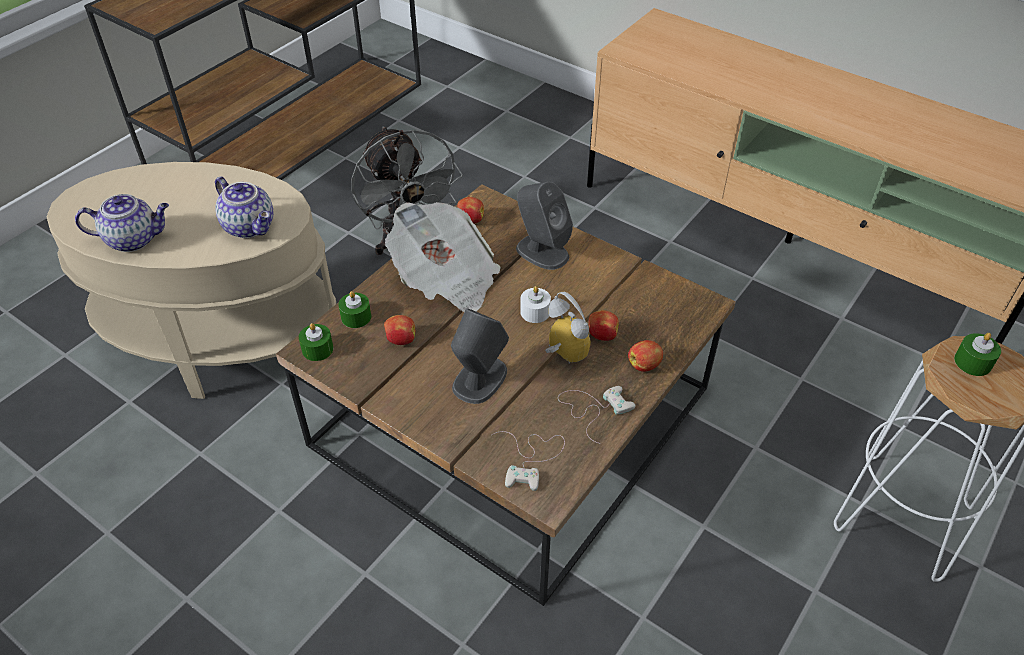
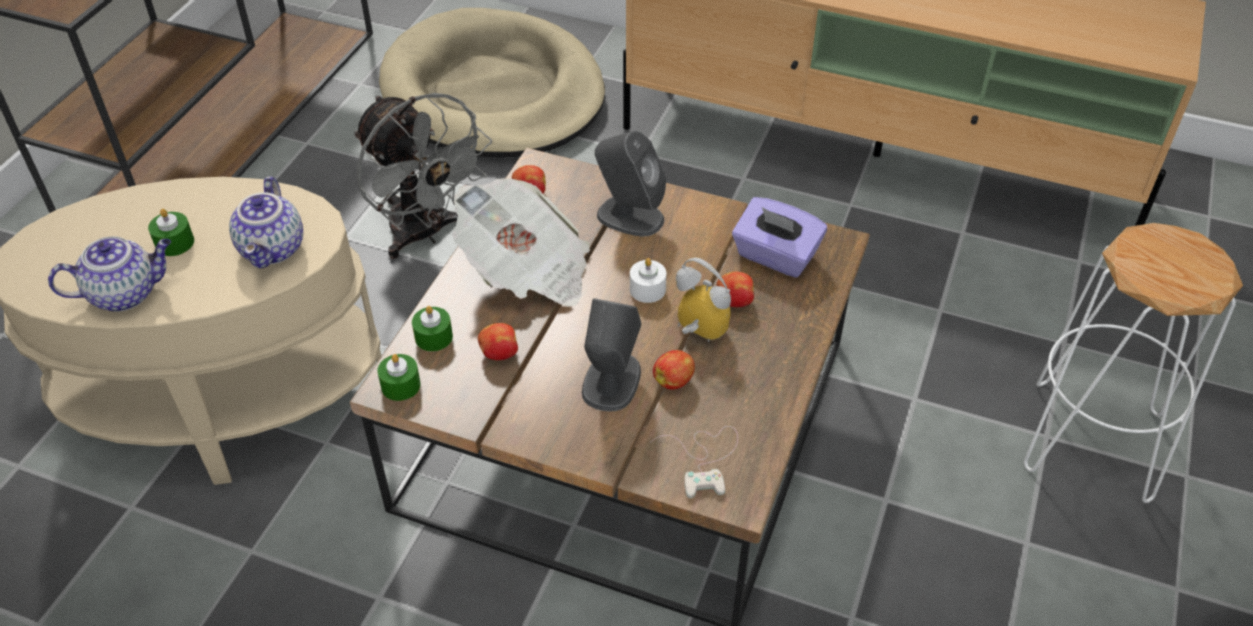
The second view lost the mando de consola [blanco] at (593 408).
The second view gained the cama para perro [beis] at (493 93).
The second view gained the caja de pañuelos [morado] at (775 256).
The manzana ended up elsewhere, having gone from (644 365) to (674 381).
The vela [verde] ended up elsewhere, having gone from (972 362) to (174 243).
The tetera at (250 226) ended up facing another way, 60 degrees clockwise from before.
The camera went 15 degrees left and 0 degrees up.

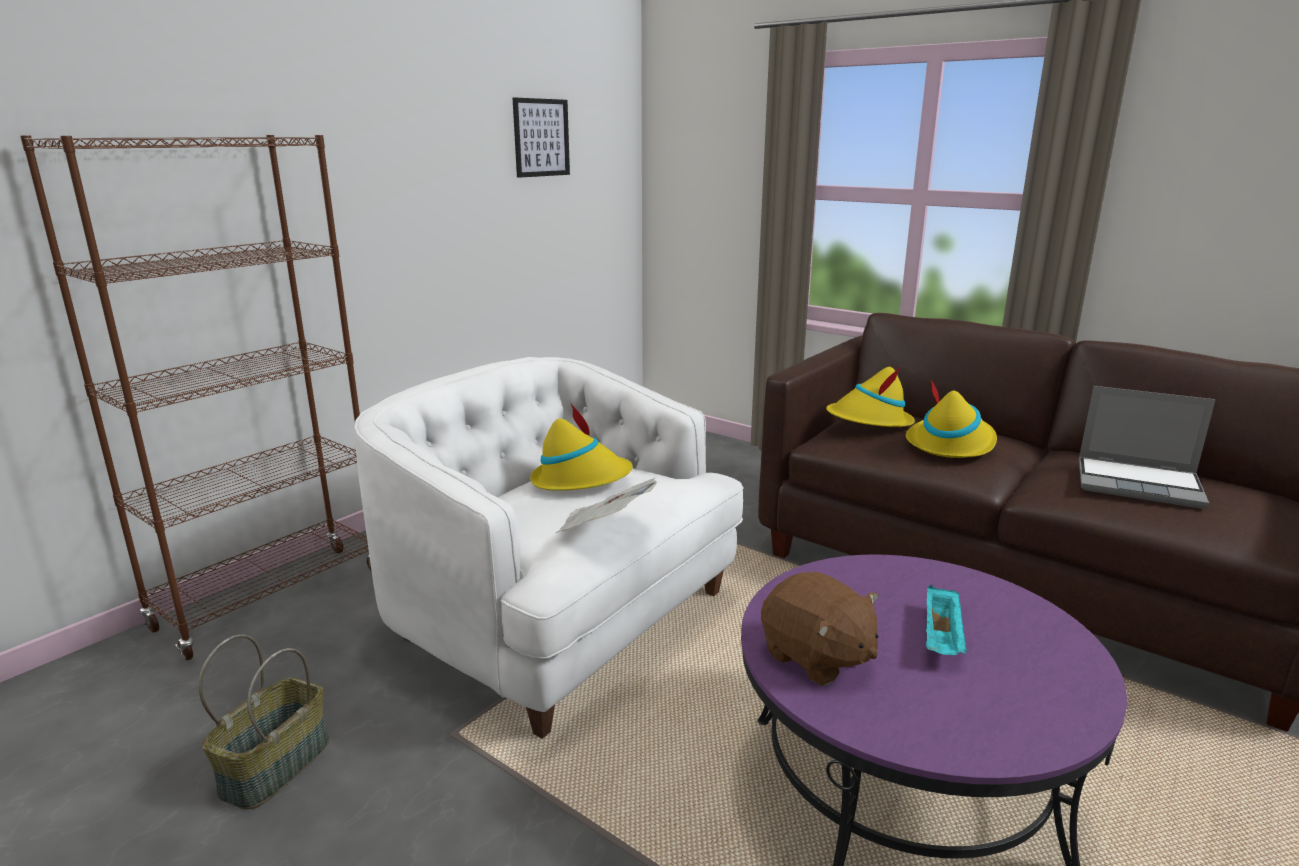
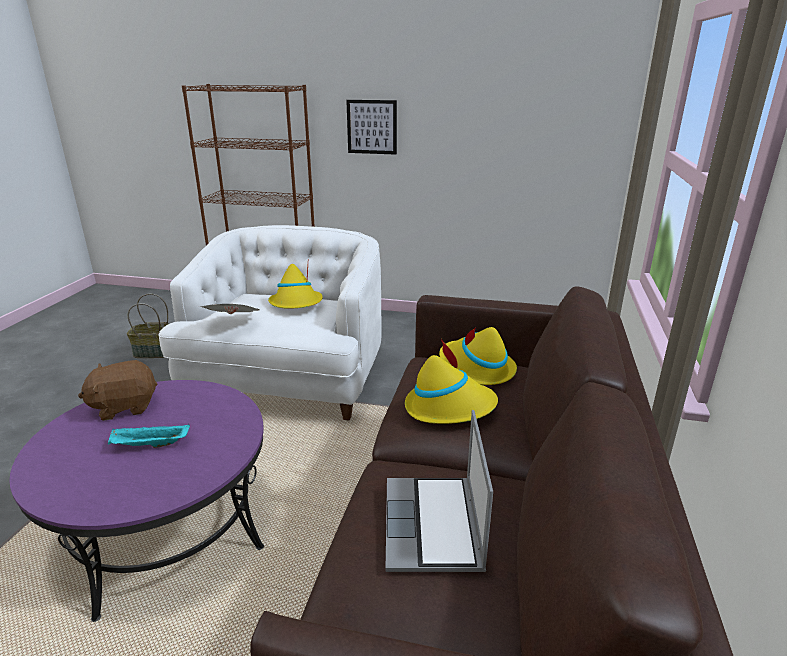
The cuadro ended up elsewhere, having gone from (541 138) to (372 127).
The peluche [marrón] at (816 657) ended up facing another way, 45 degrees clockwise from before.
The camera went 65 degrees right and 5 degrees up.

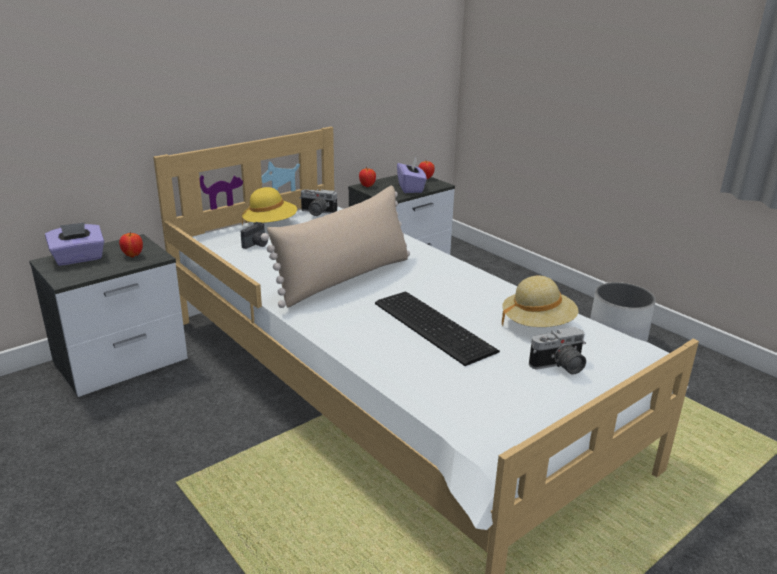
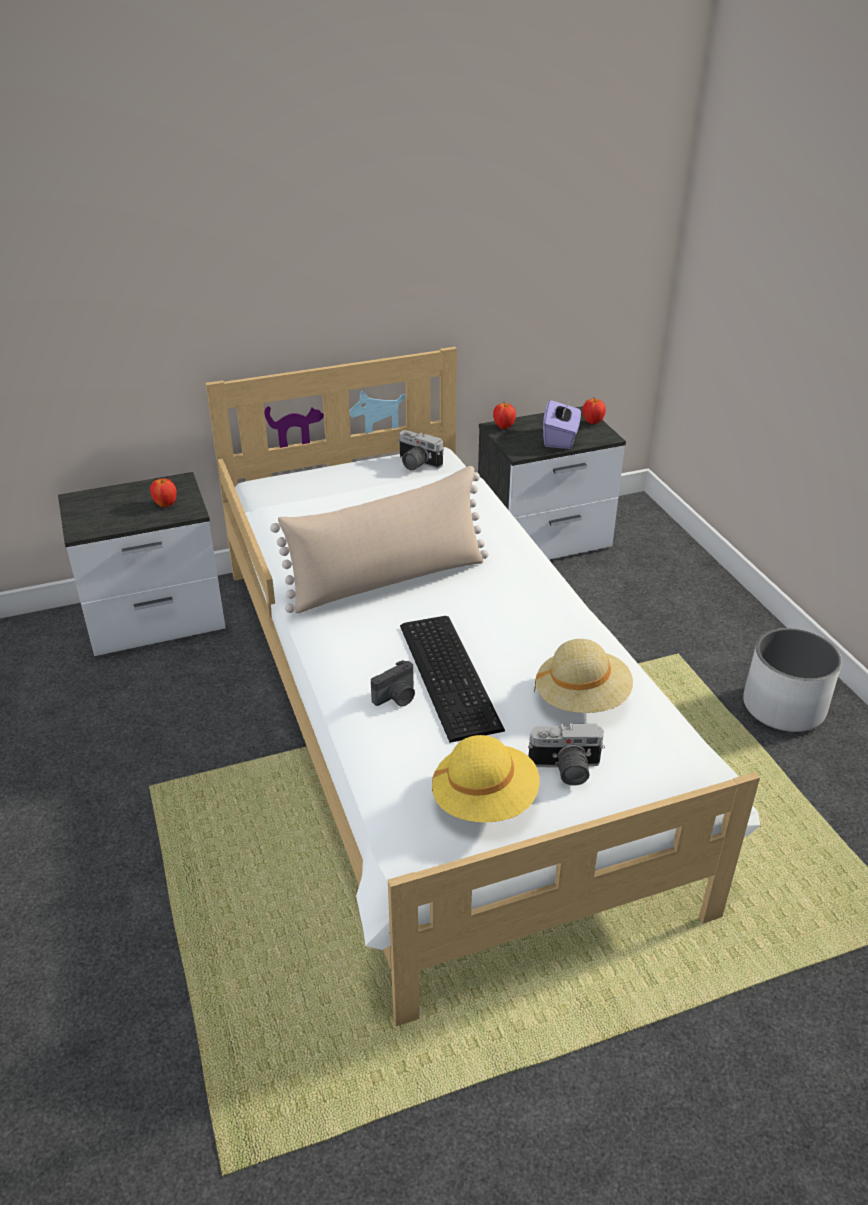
The second view lost the caja de pañuelos [morado] at (79 258).
The cámara ended up elsewhere, having gone from (256 244) to (397 698).
The sombrero [amarillo] ended up elsewhere, having gone from (270 225) to (485 800).
The camera went 20 degrees right and 10 degrees up.

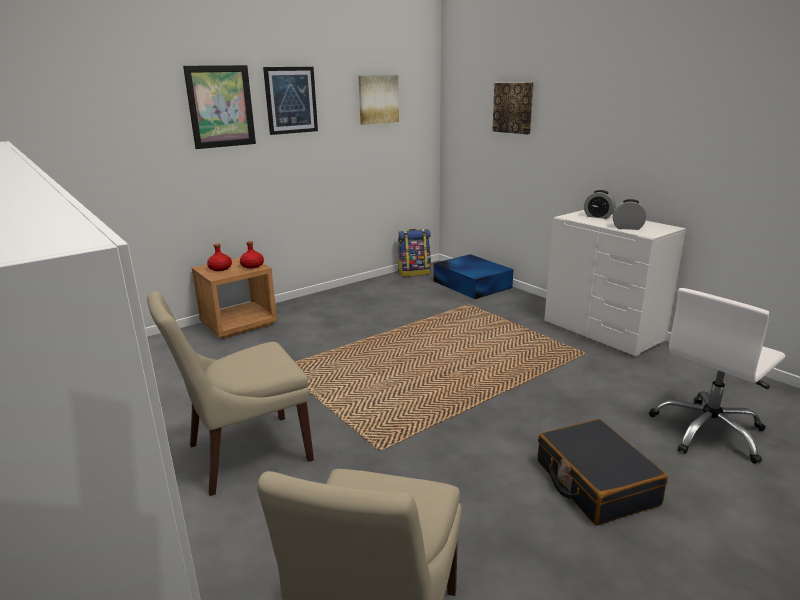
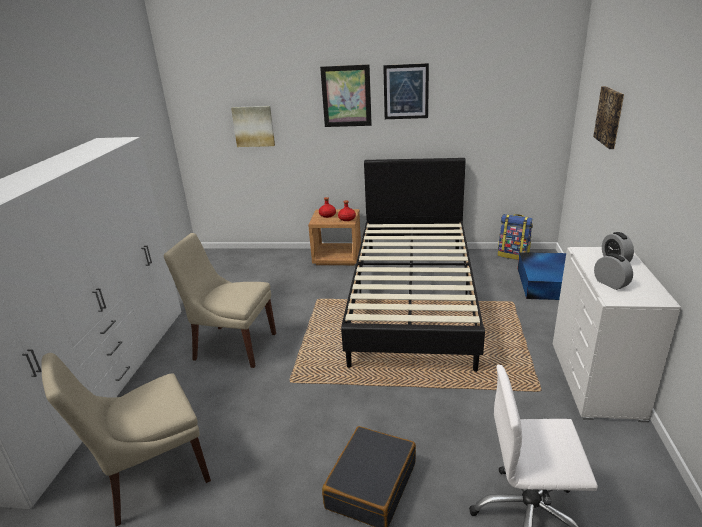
The second view gained the cama [negro] at (413 298).
The cuadro ended up elsewhere, having gone from (378 99) to (253 126).
The camera went 45 degrees right and 5 degrees up.

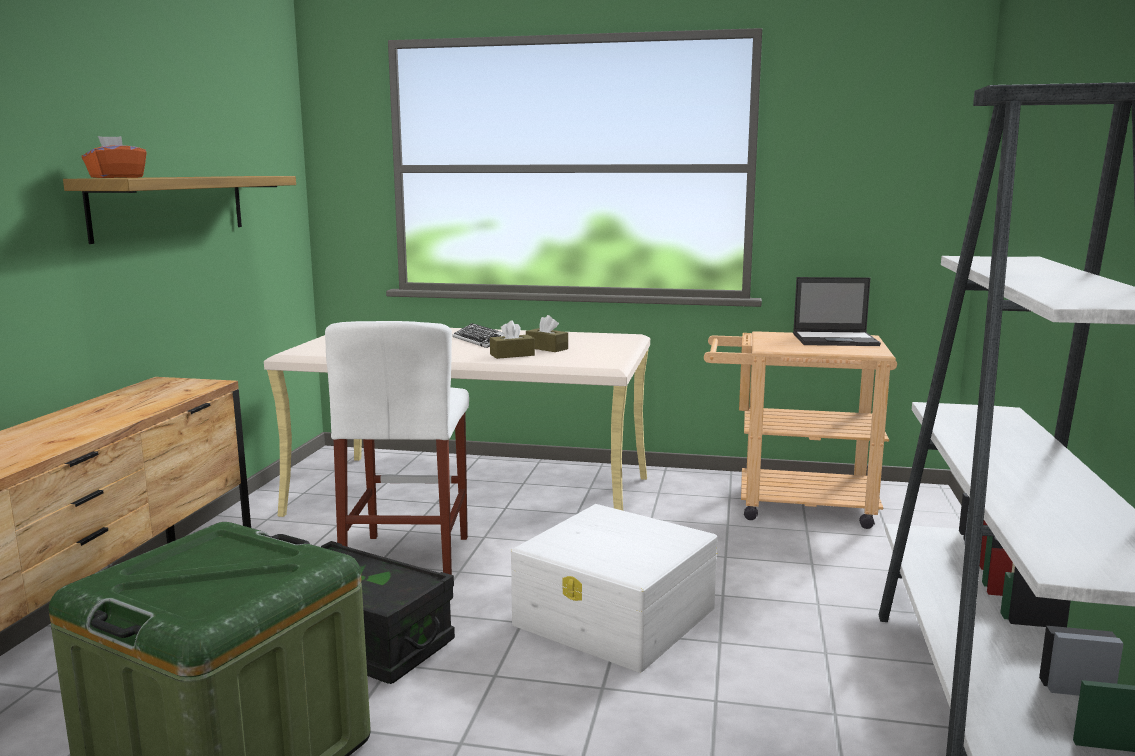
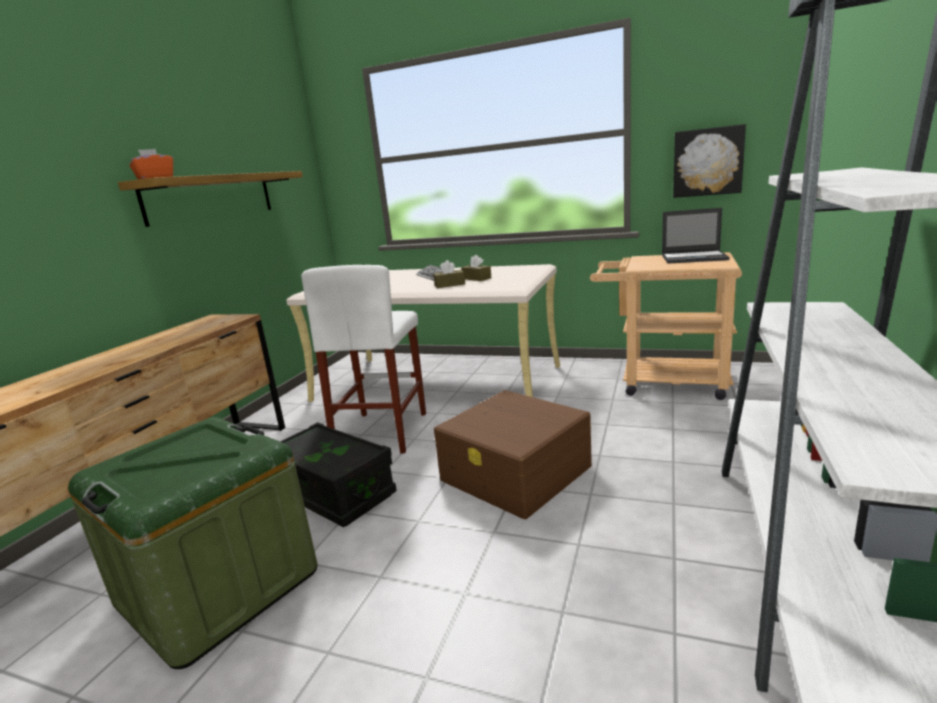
The second view gained the cuadro at (707 162).
What was the caja de almacenaje [blanco] at (616 616) turned into the caja de almacenaje [marrón] at (516 473).
The camera went 10 degrees right and 5 degrees up.

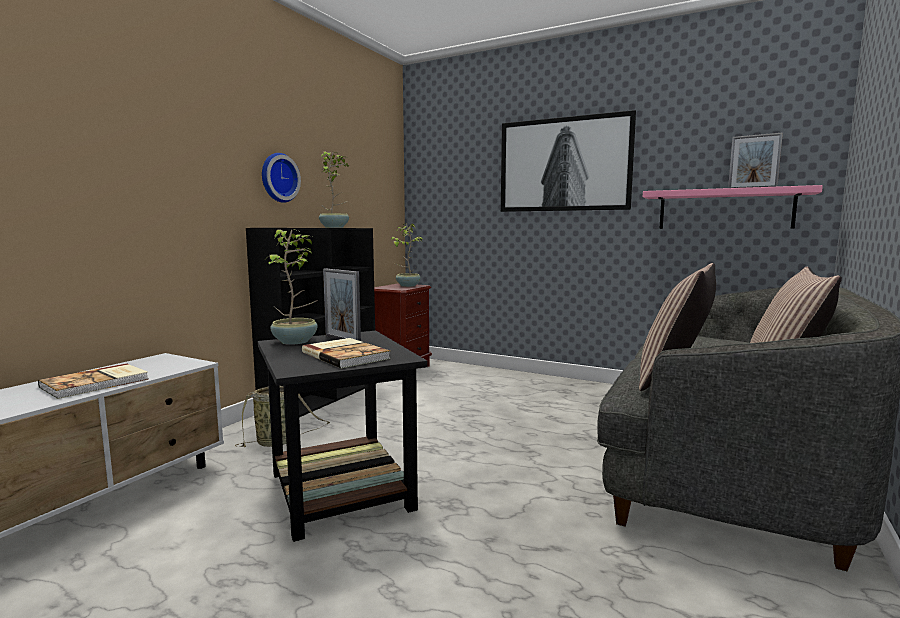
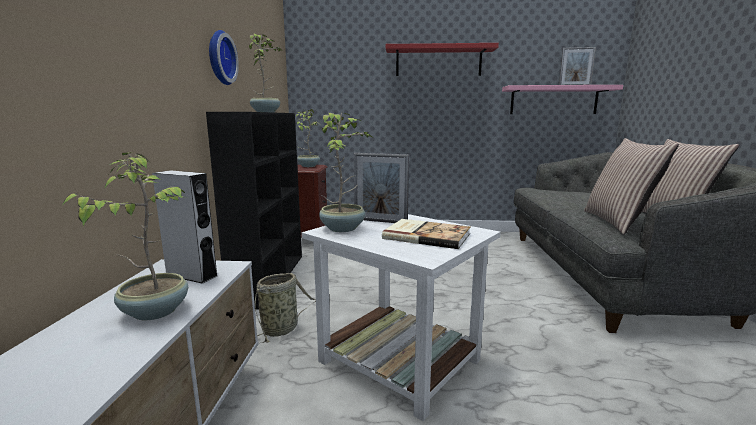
The second view gained the altavoz [gris] at (191 275).
Where the libro stood at (97 383), the planta en maceta came to stand at (154 311).
Where the cuadro hung at (564 165), the estante [rojo] came to hang at (438 61).
What was the mesa auxiliar [negro] at (341 491) turned into the mesa auxiliar [blanco] at (401 361).
The camera went 25 degrees left and 5 degrees up.

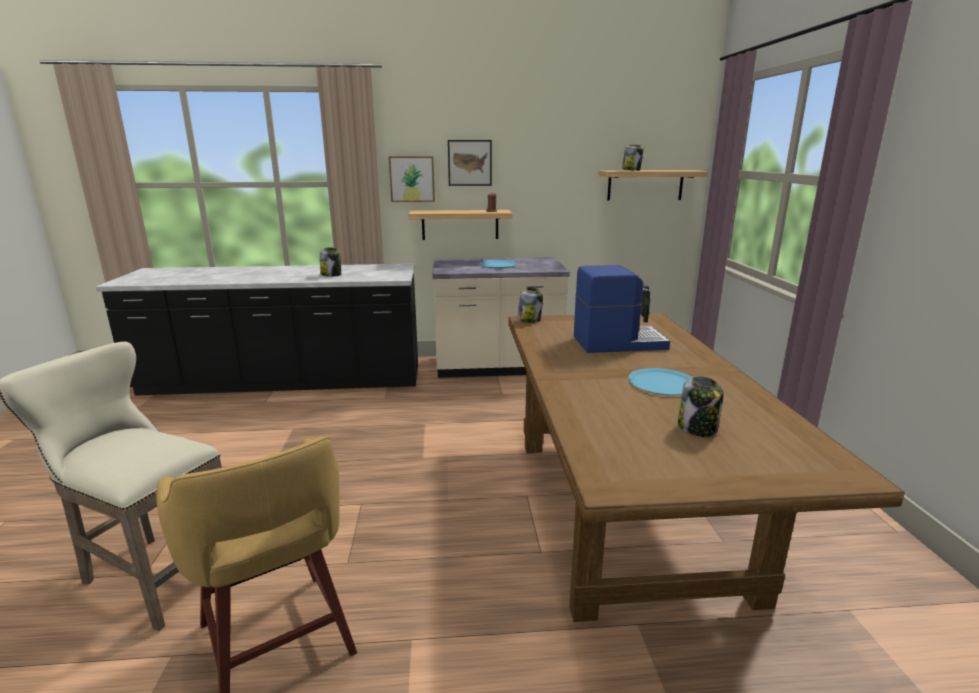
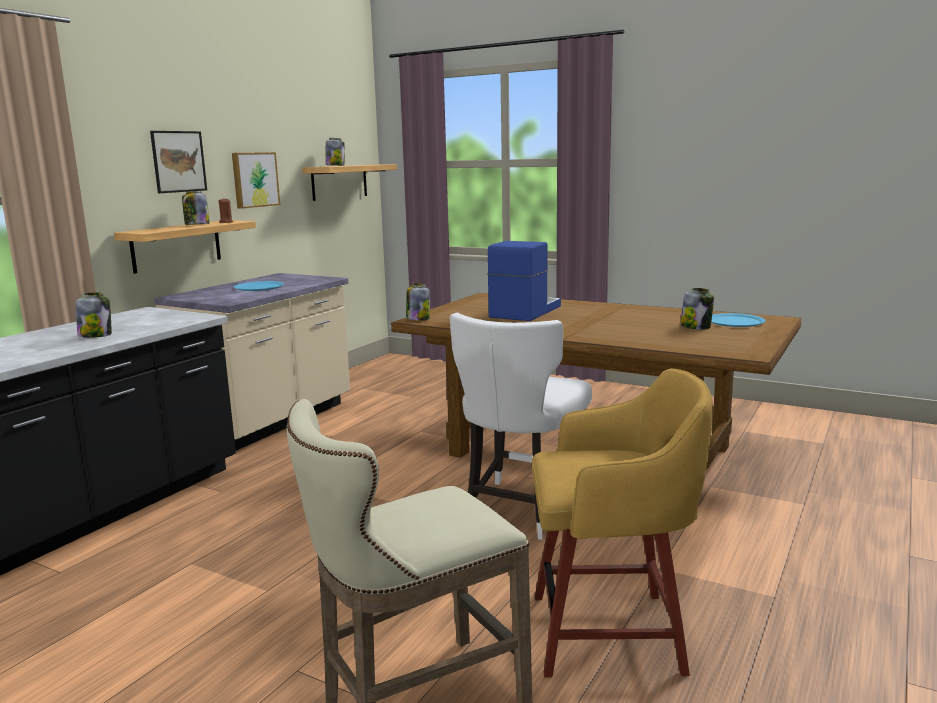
The second view gained the tarro at (196 225).
The second view gained the silla [blanco] at (520 511).
The cuadro ended up elsewhere, having gone from (412 179) to (254 179).
The plato [azul] ended up elsewhere, having gone from (662 383) to (734 321).
The camera went 55 degrees left and 5 degrees down.

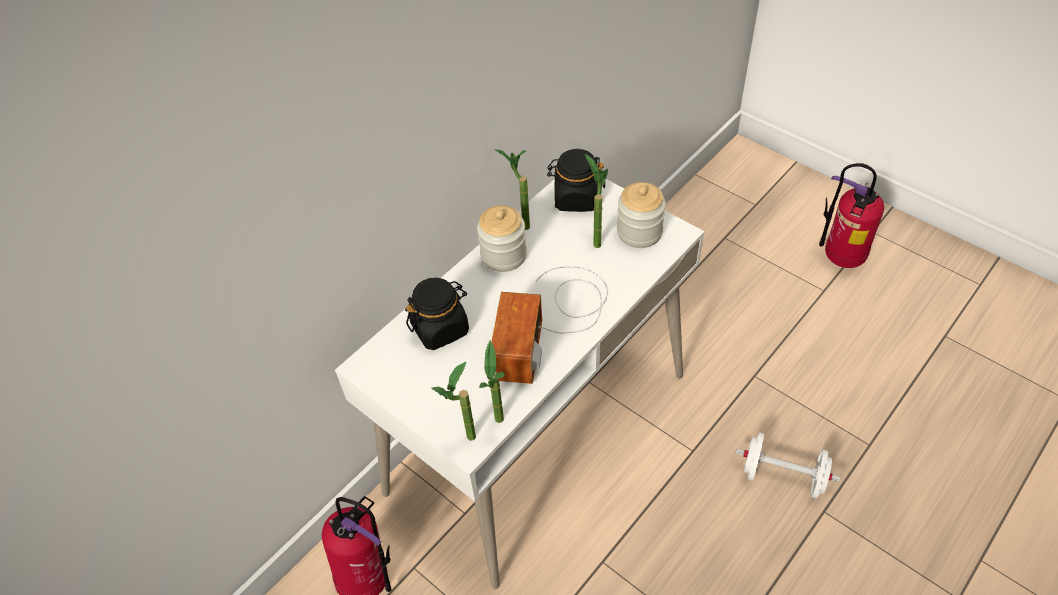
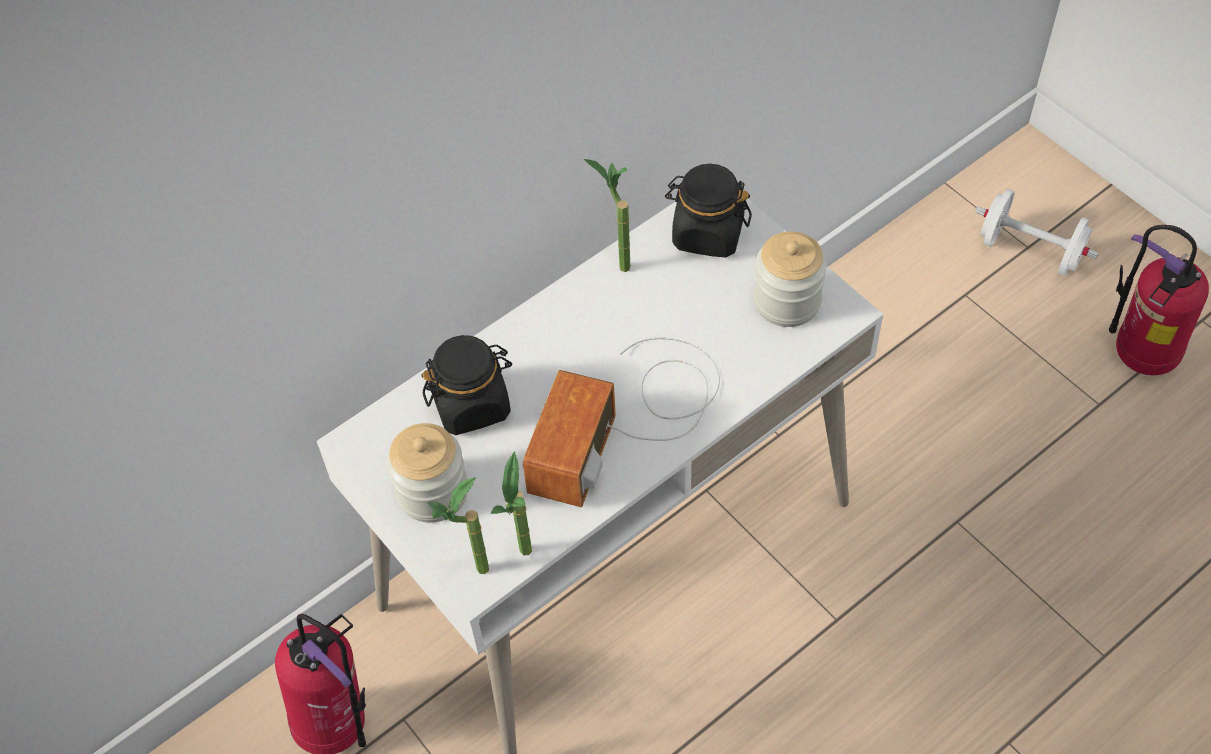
The second view lost the planta en maceta at (595 239).
The tarro ended up elsewhere, having gone from (503 255) to (432 492).
The mancuerna [blanco] ended up elsewhere, having gone from (783 476) to (1030 251).
The camera went 10 degrees right and 5 degrees up.

